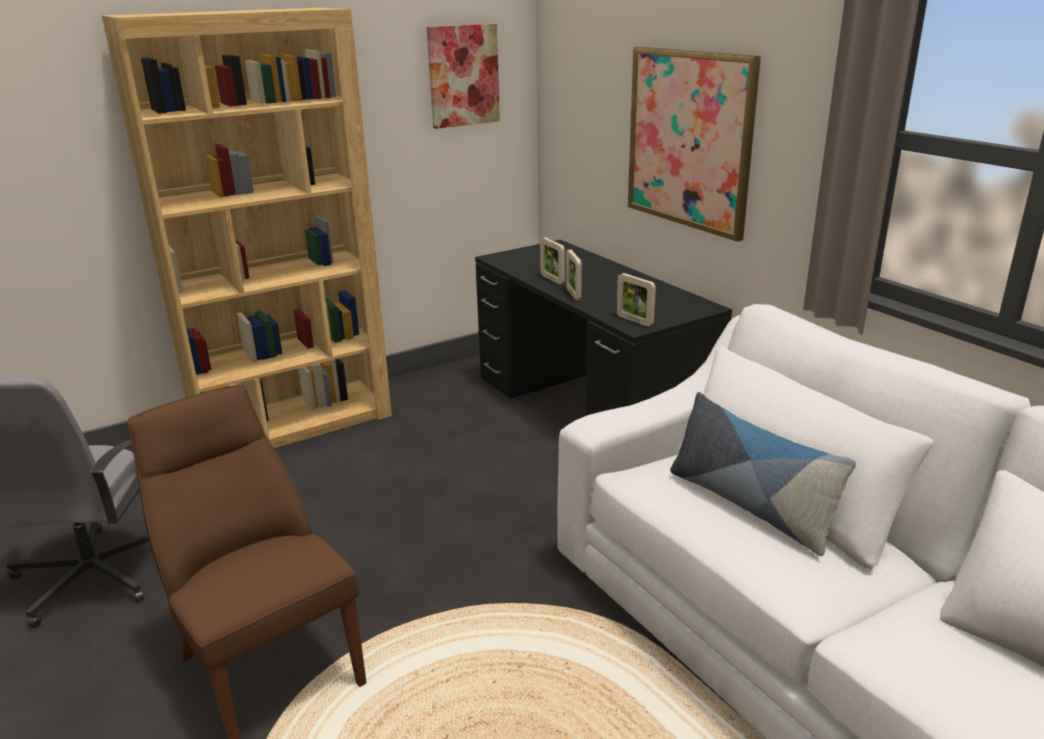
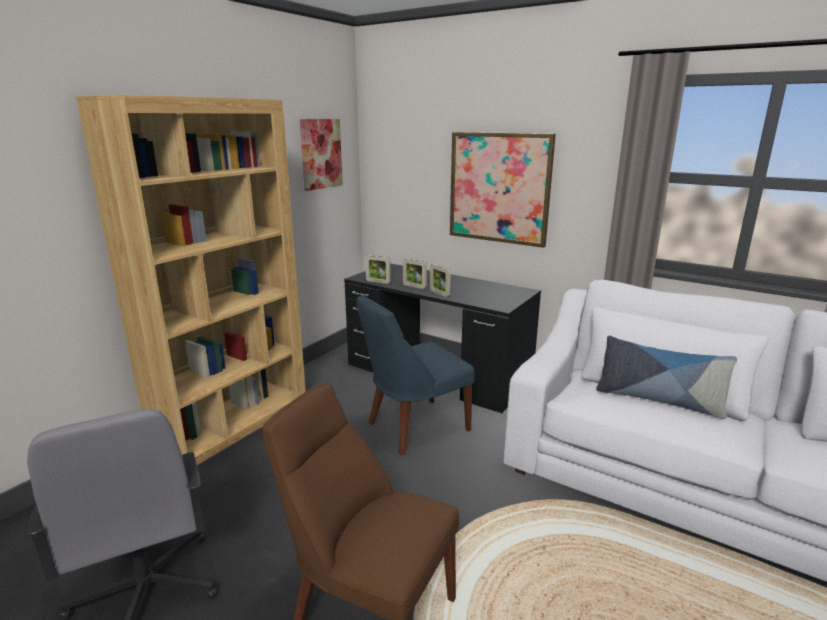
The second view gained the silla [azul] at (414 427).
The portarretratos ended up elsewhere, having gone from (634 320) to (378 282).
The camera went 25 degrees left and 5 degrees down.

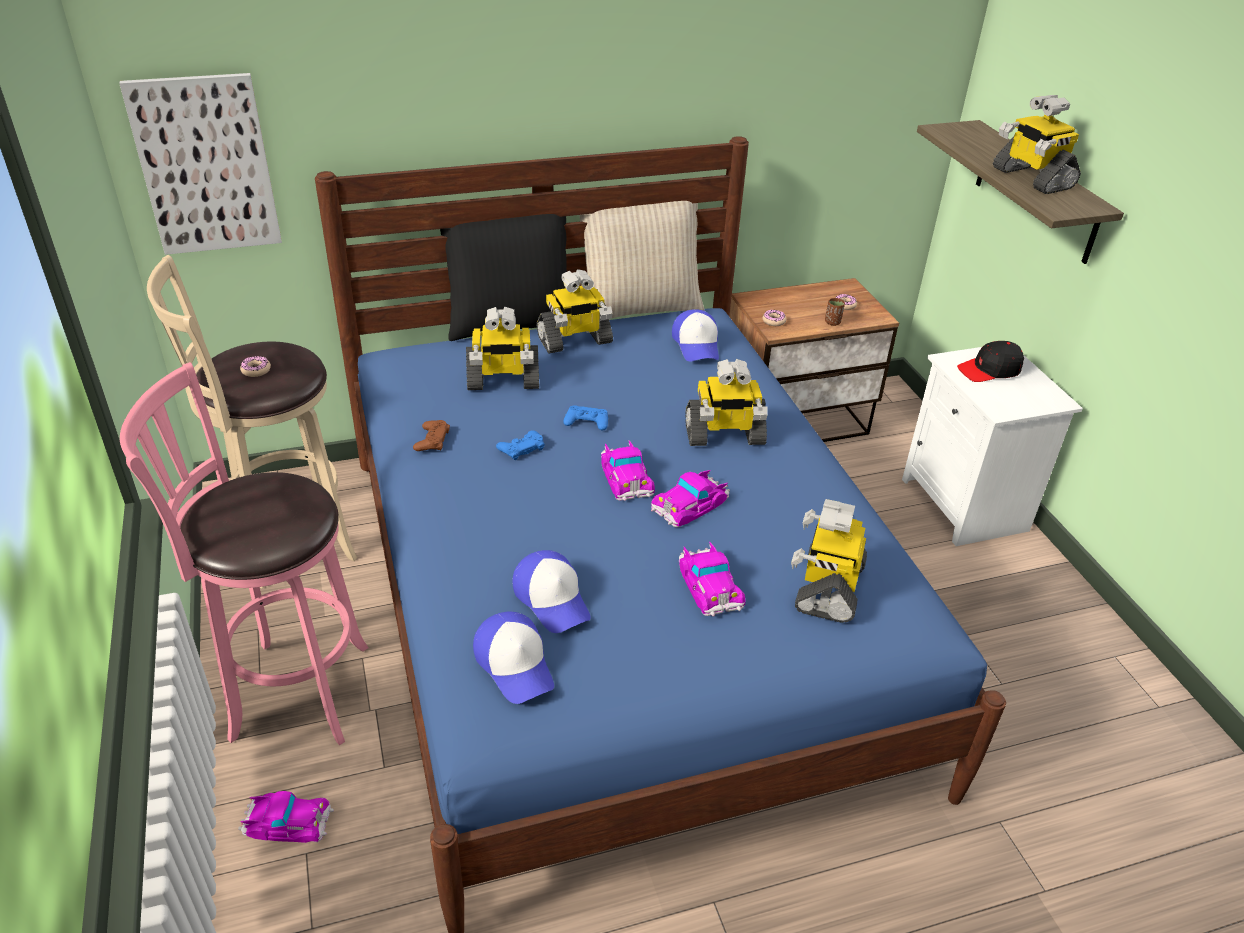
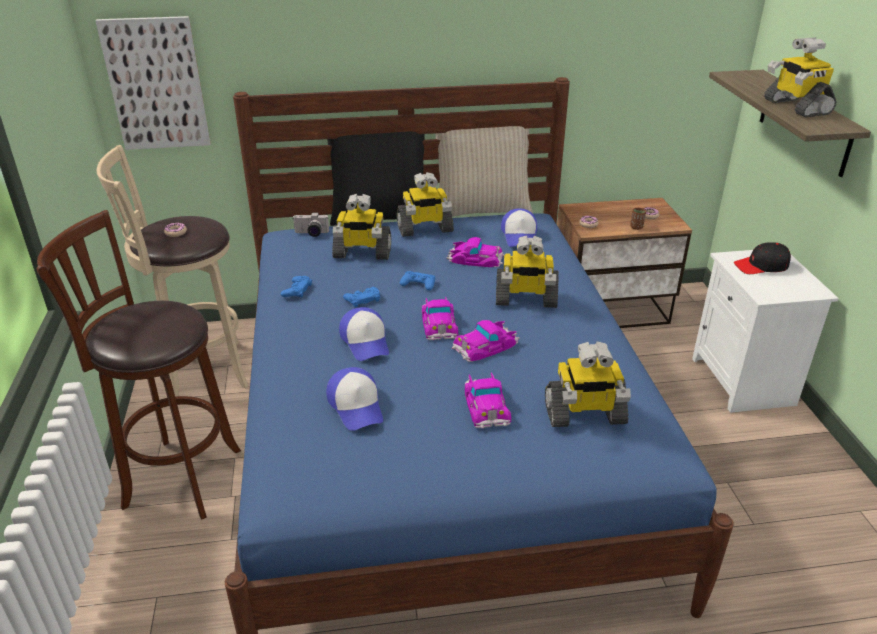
The second view gained the cámara at (311 234).
The coche de juguete ended up elsewhere, having gone from (287 821) to (475 259).
The gorra ended up elsewhere, having gone from (515 664) to (366 342).
What was the taburete [rosa] at (292 691) turned into the taburete [marrón] at (176 477).
What was the mando de consola [marrón] at (432 440) turned into the mando de consola [azul] at (297 290).
The robot de juguete at (827 586) ended up facing another way, 120 degrees counterclockwise from before.
The camera went 10 degrees right and 5 degrees down.

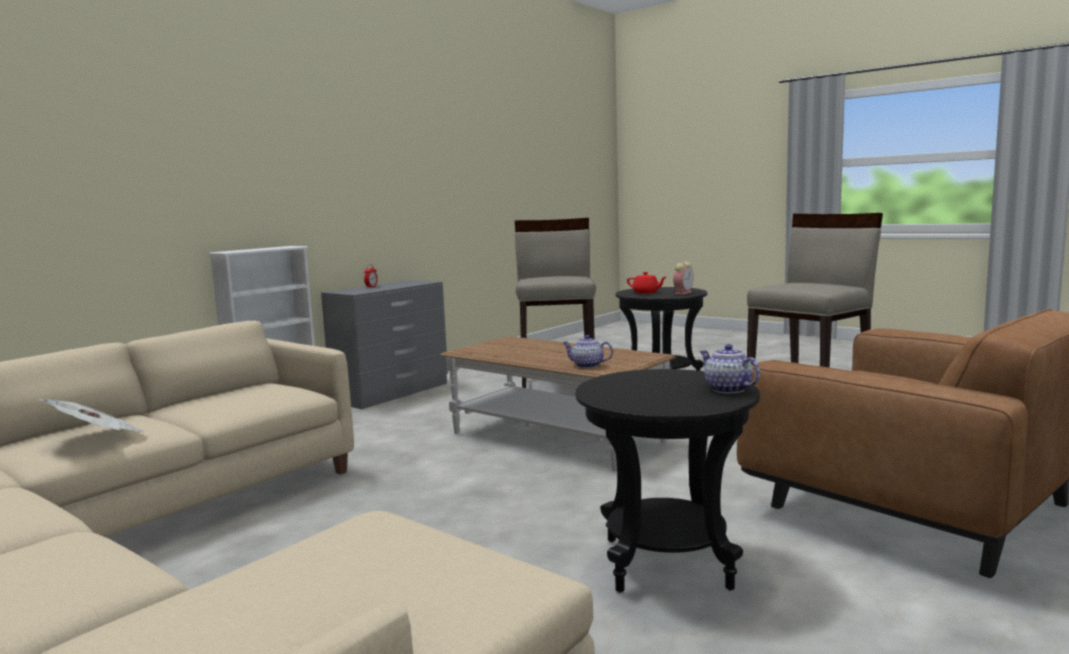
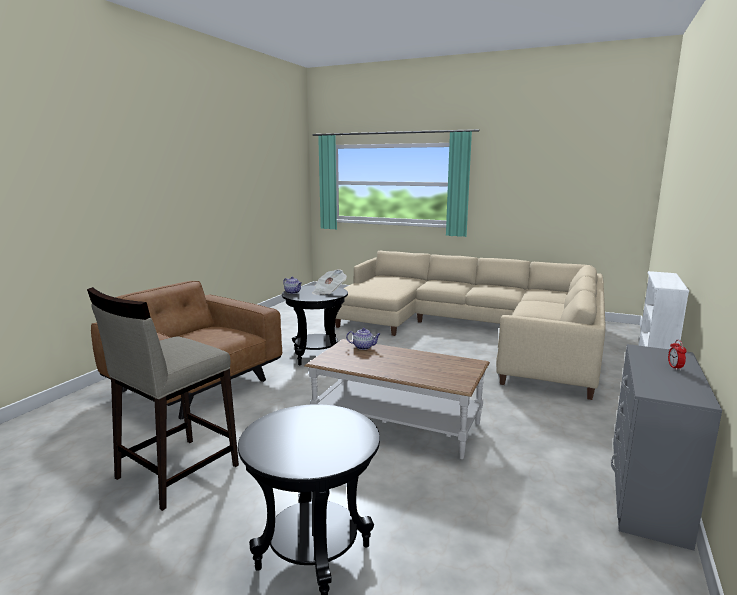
The second view lost the taburete [beis] at (558 386).
The second view lost the tetera [rojo] at (646 292).
The second view lost the despertador at (683 293).
The periódico ended up elsewhere, having gone from (98 438) to (328 291).
The camera went 165 degrees right and 5 degrees up.

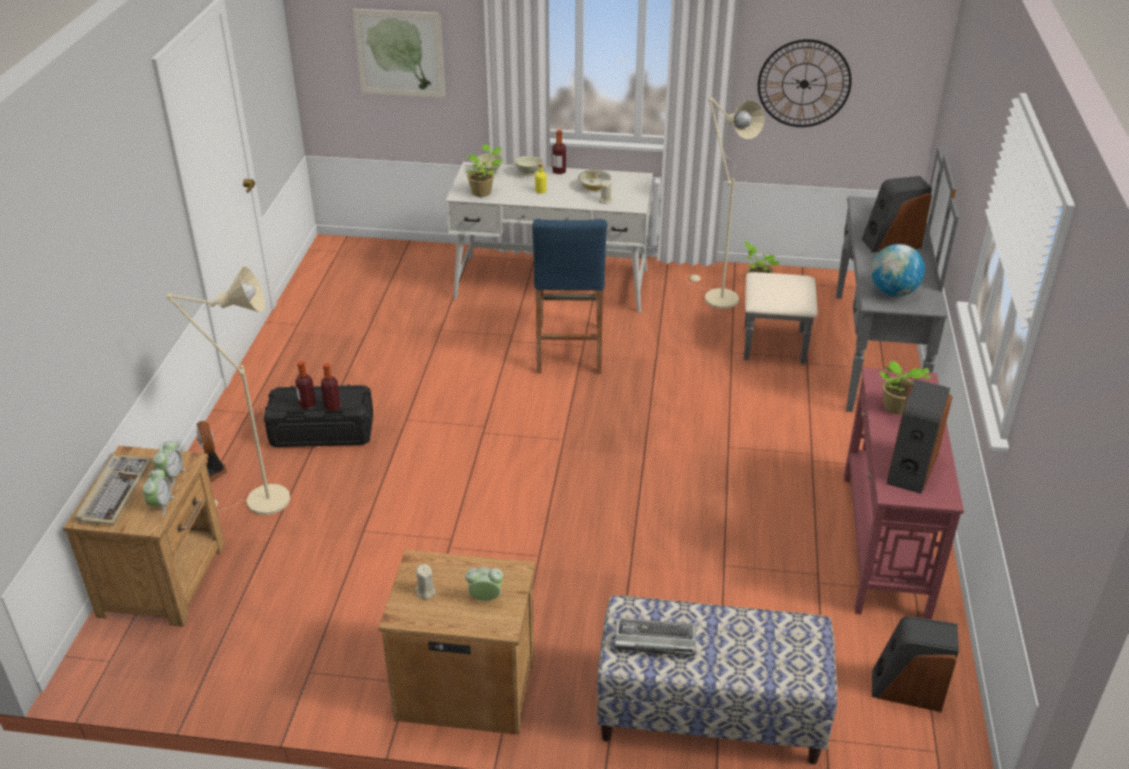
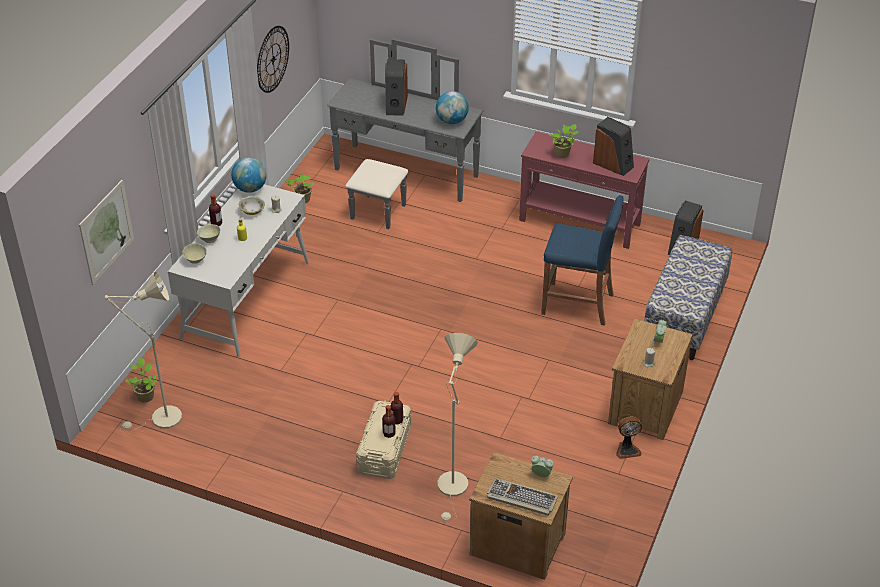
The second view lost the despertador at (171 476).
The second view lost the teclado at (653 641).
The second view gained the globo terráqueo at (250 188).
The ventilador ended up elsewhere, having gone from (211 472) to (627 449).
The planta en maceta ended up elsewhere, having gone from (483 192) to (145 396).
The taburete [azul] ended up elsewhere, having gone from (568 348) to (577 304).
The lámpara de pie [beis] ended up elsewhere, having gone from (716 296) to (161 419).
What was the caja de almacenaje [negro] at (322 432) turned into the caja de almacenaje [beis] at (385 450).
The camera went 75 degrees left and 5 degrees up.

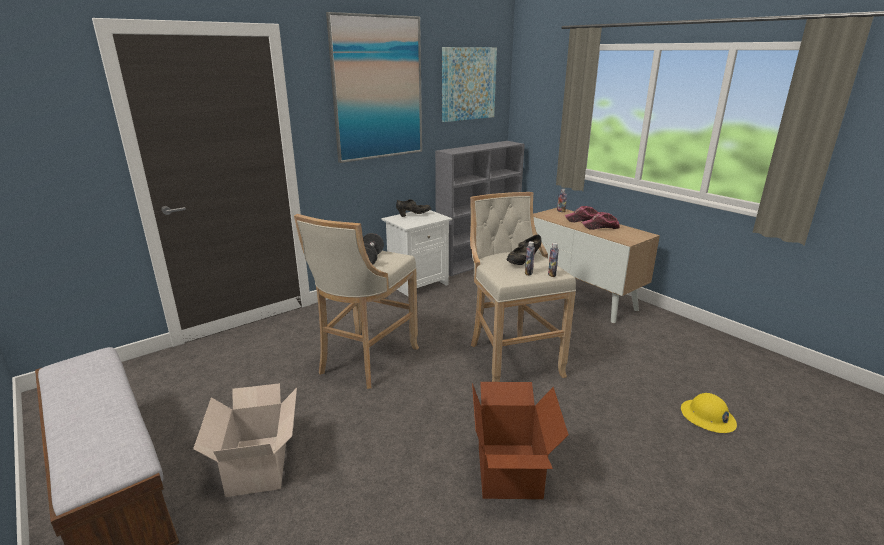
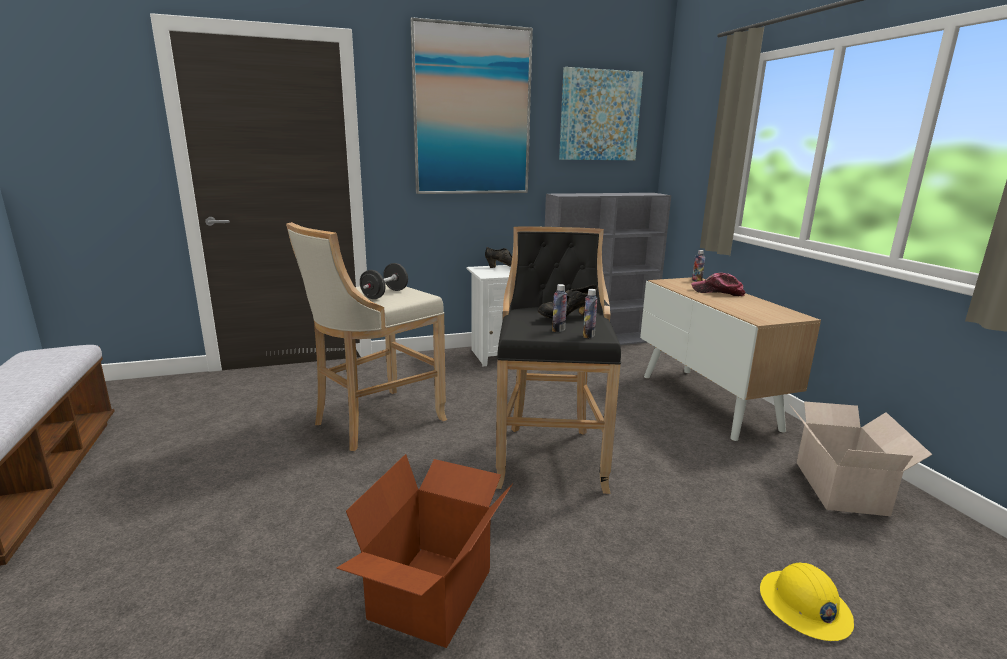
The second view lost the gorra at (600 227).
The caja de cartón ended up elsewhere, having gone from (259 462) to (839 486).
What was the taburete [beis] at (510 359) turned into the taburete [negro] at (550 455).
The camera went 20 degrees right and 5 degrees down.

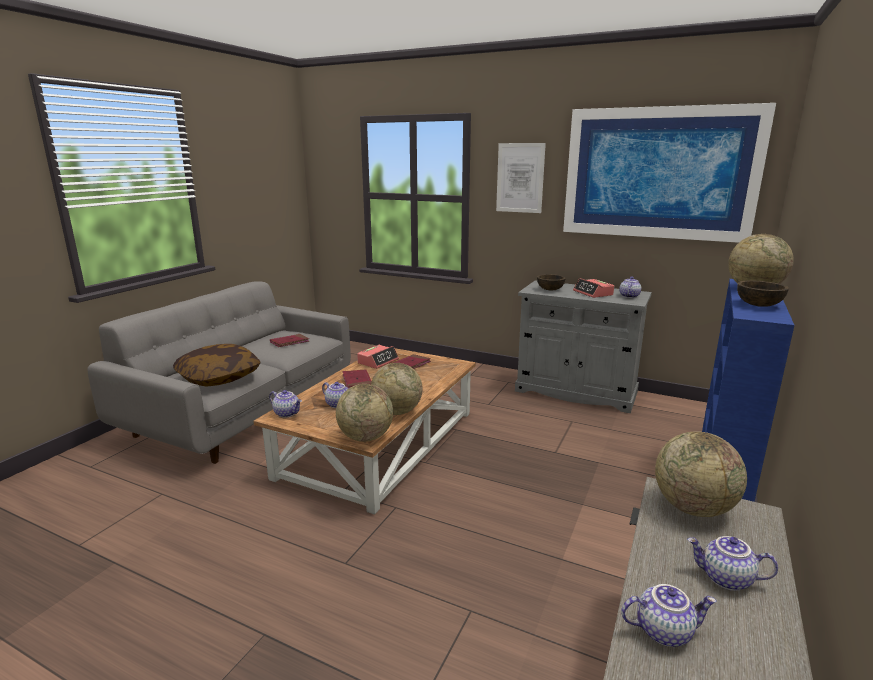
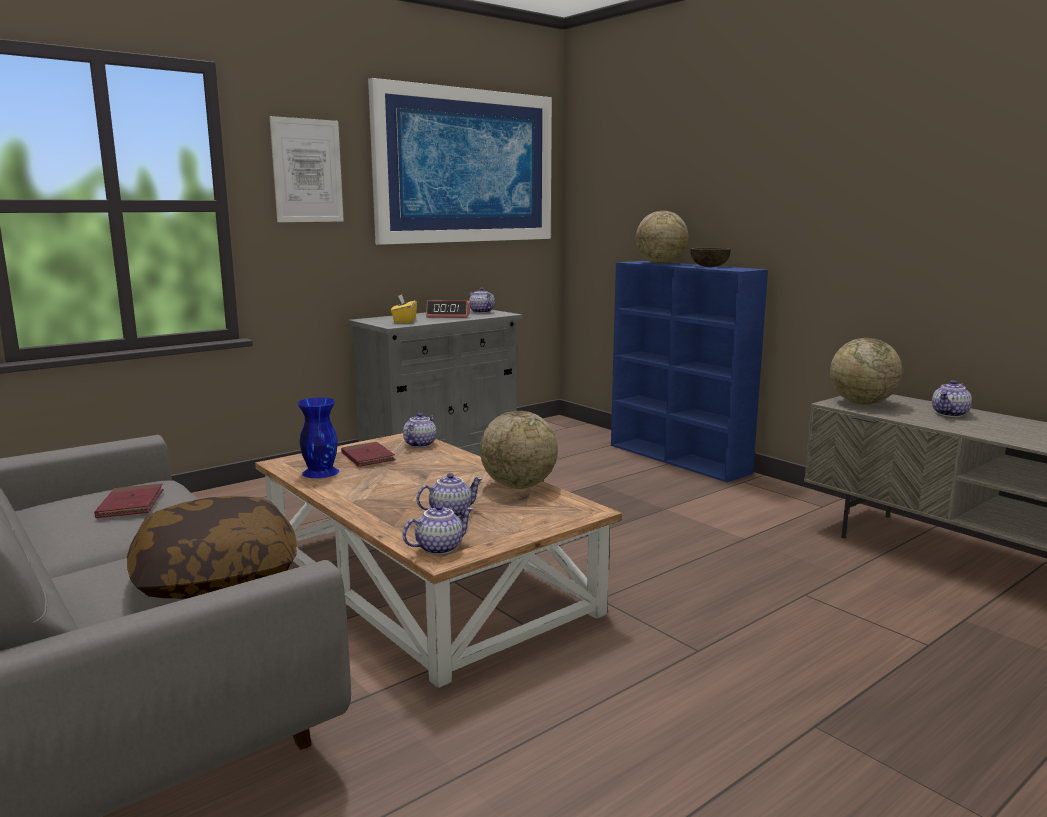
The second view lost the globo terráqueo at (365 437).
The second view lost the libro [rojo] at (357 381).
The tetera ended up elsewhere, having gone from (663 630) to (419 444).
Where the despertador stood at (378 361), the florero [azul] came to stand at (320 472).
Where the cuenco [marrón] stood at (550 289), the caja de pañuelos [amarillo] came to stand at (404 321).
The camera went 65 degrees left and 5 degrees down.

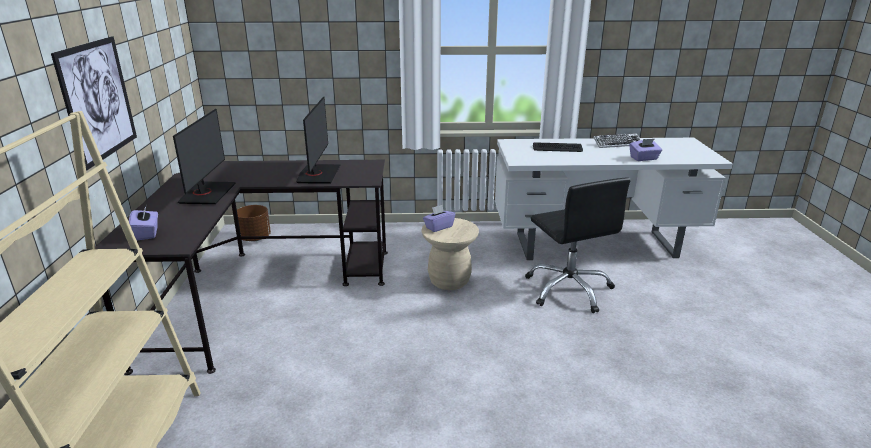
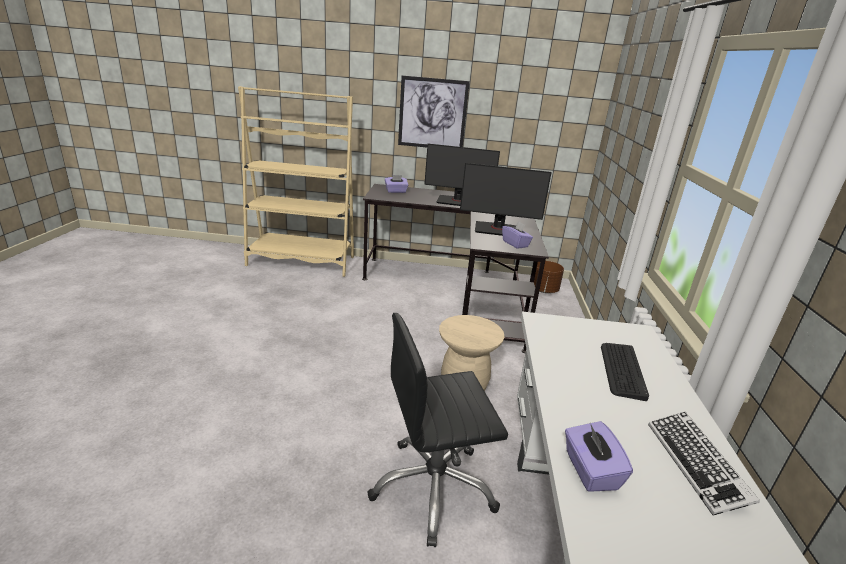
The caja de pañuelos [morado] ended up elsewhere, having gone from (438 227) to (515 244).
The camera went 95 degrees right and 0 degrees up.

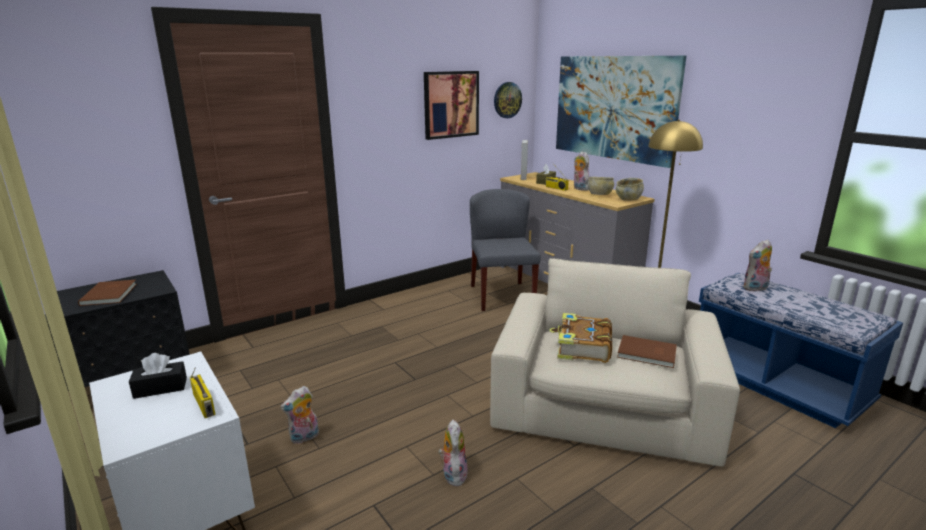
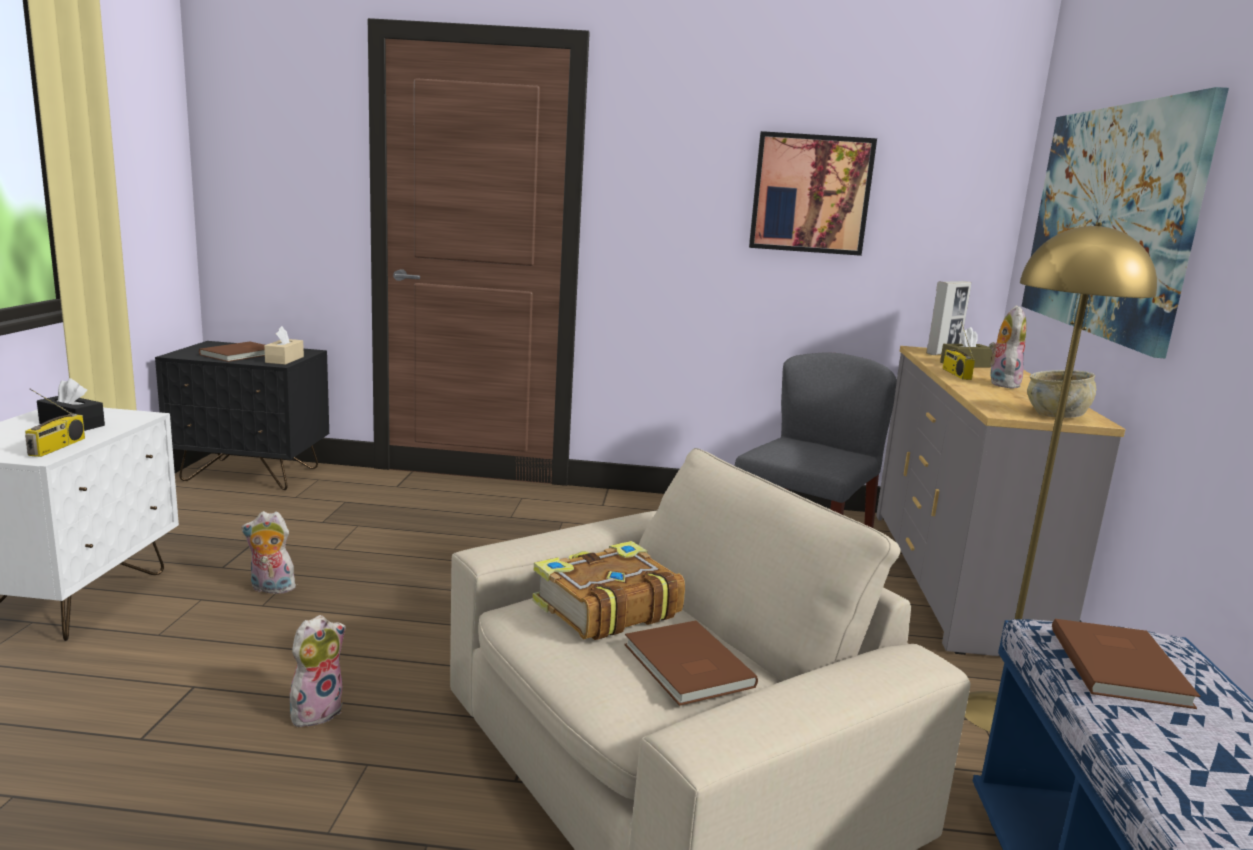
The second view lost the reloj de pared at (507 100).
The second view lost the cuenco [beis] at (600 194).
The second view gained the caja de pañuelos [beis] at (284 359).
Where the peluche stood at (755 289), the libro [marrón] came to stand at (1121 666).
The camera went 40 degrees right and 5 degrees down.

